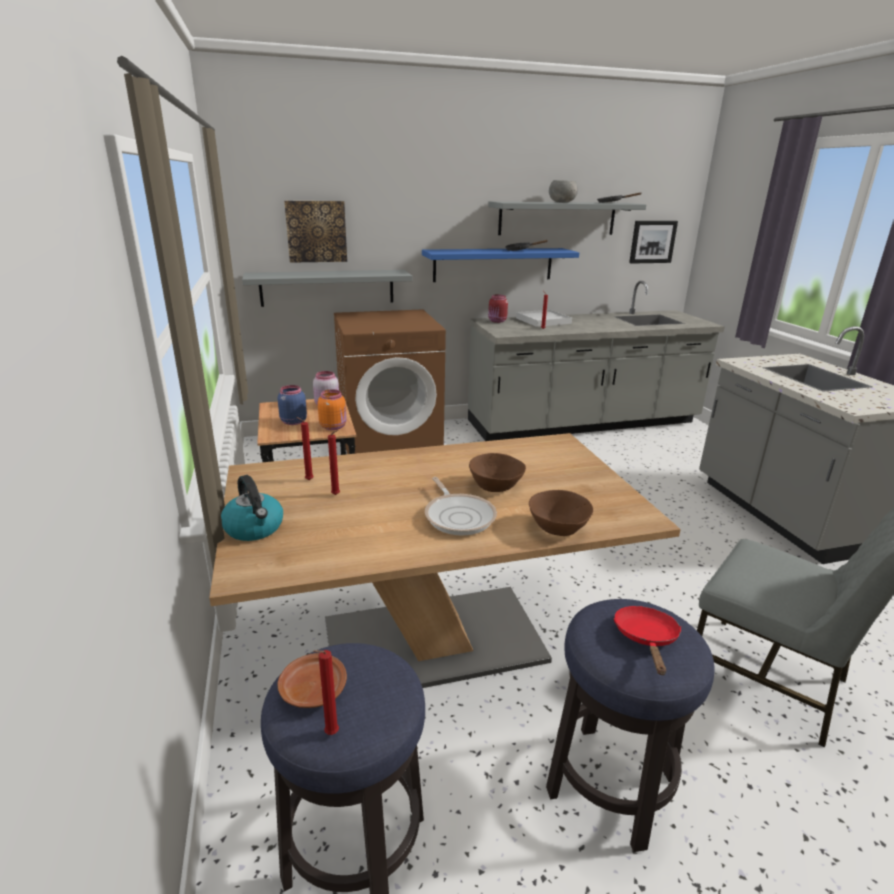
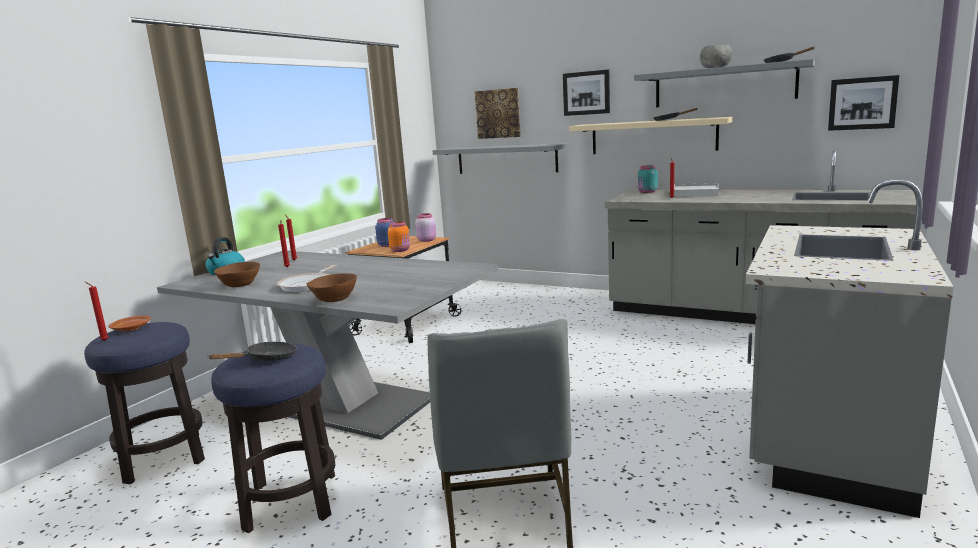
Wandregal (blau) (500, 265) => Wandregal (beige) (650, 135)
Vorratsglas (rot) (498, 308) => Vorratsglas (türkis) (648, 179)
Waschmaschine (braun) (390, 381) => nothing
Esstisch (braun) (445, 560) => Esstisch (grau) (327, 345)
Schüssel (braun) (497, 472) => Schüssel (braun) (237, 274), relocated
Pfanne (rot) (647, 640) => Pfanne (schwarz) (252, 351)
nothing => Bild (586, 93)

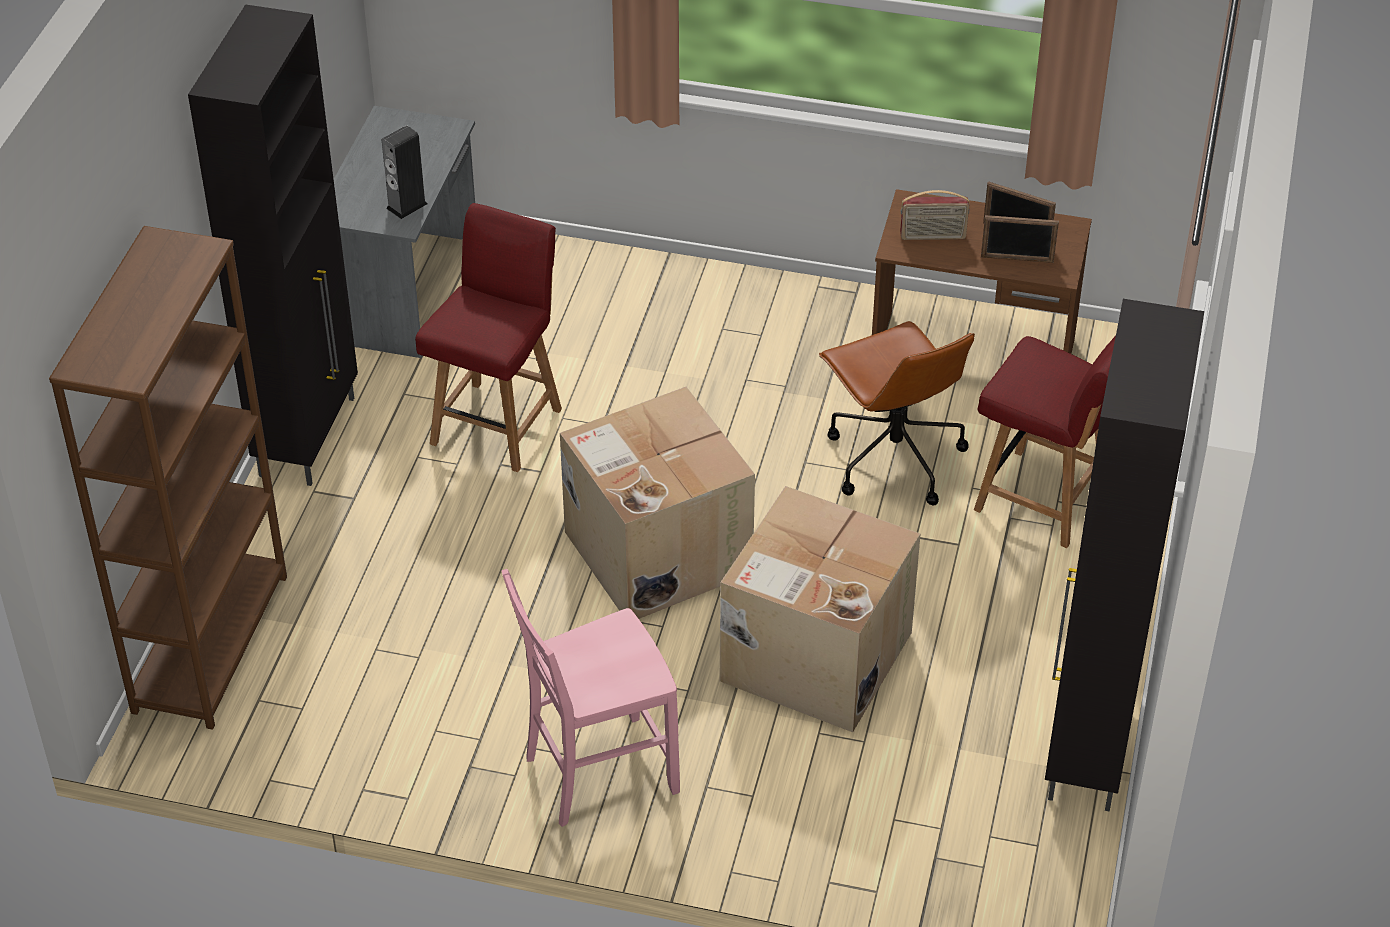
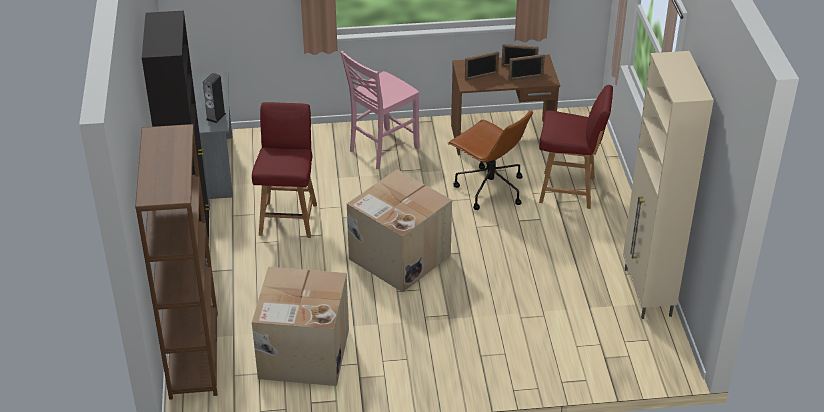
Radio (935, 215) => Bilderrahmen (482, 66)
Schrank (schwarz) (1124, 555) => Schrank (beige) (668, 185)
Karton (820, 609) => Karton (300, 326), relocated
Stuhl (rosa) (591, 698) => Stuhl (rosa) (380, 110), relocated

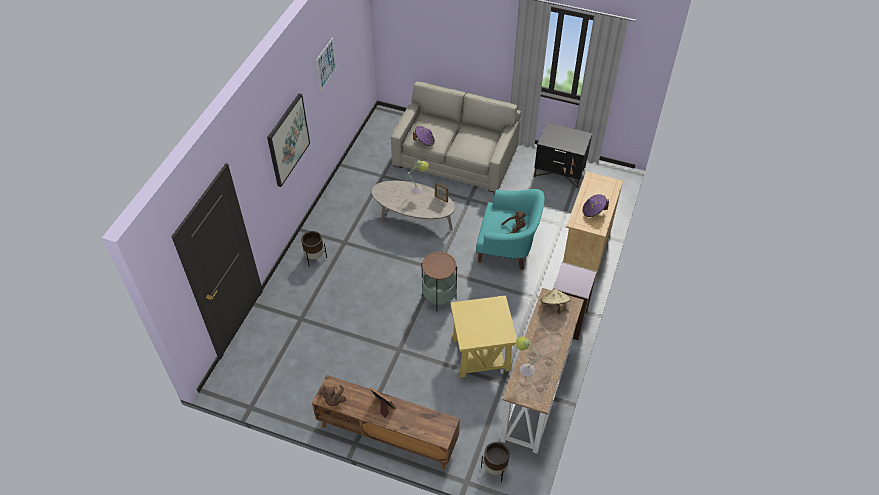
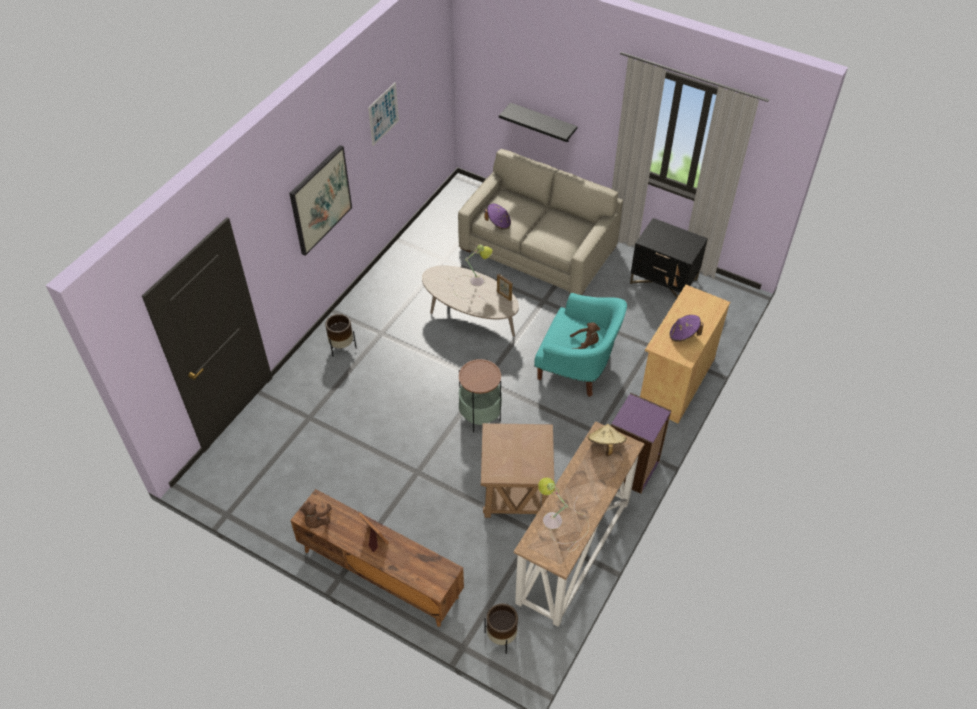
Beistelltisch (gelb) (483, 336) => Beistelltisch (braun) (517, 470)
nothing => Wandregal (schwarz) (538, 122)

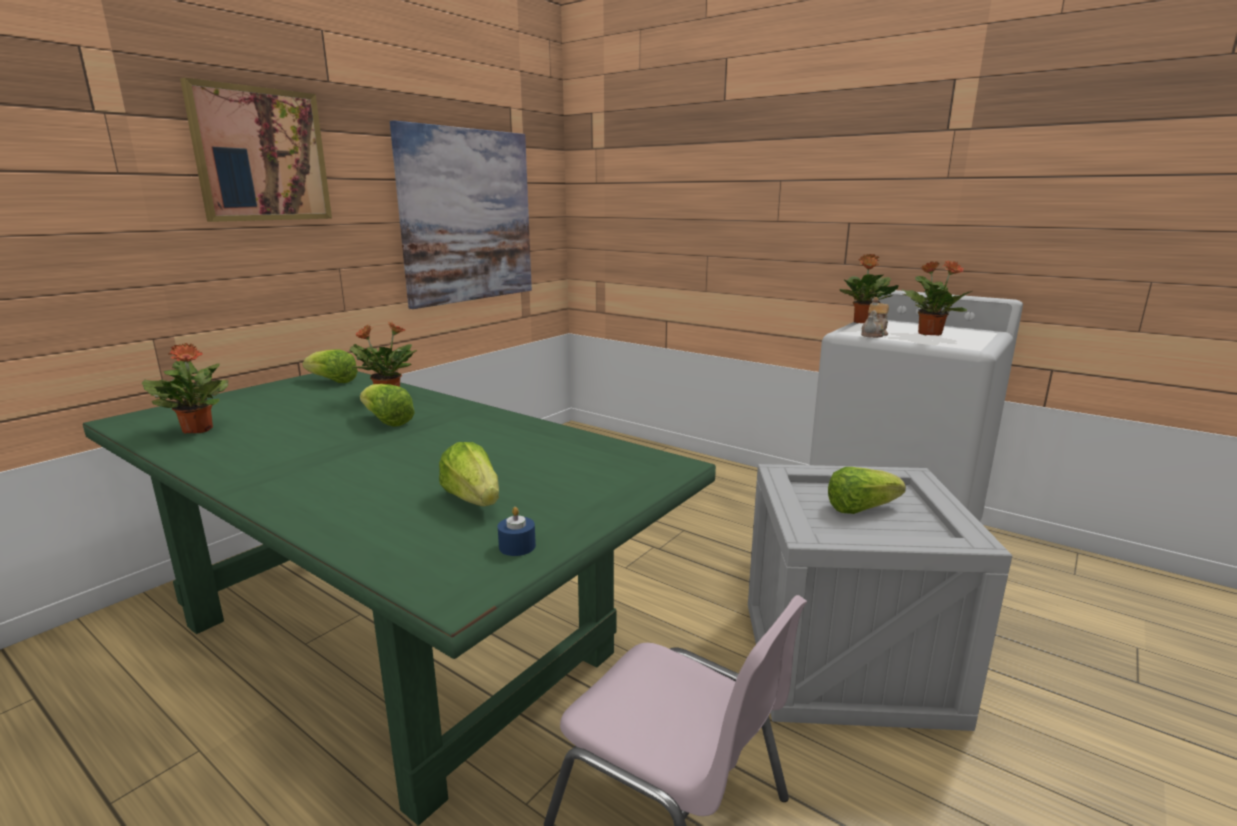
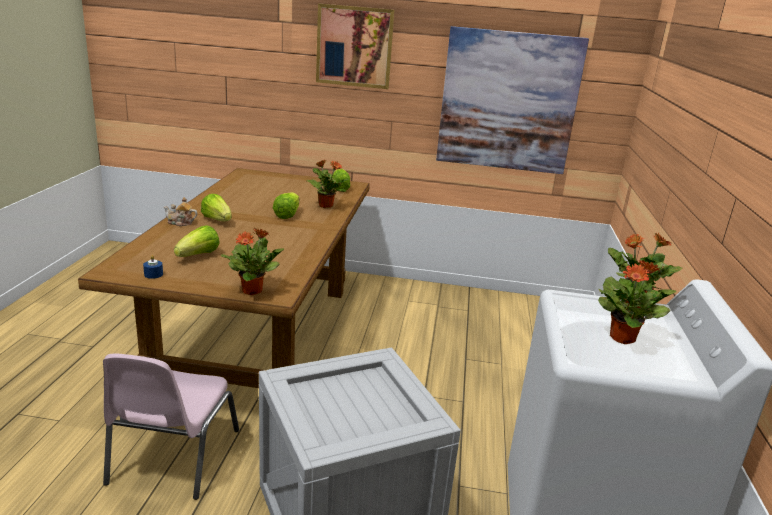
Teekanne (875, 317) => Teekanne (181, 211), relocated
Topfpflanze (185, 388) => Topfpflanze (252, 261), relocated
Esstisch (grün) (399, 598) => Esstisch (braun) (224, 278)
Salatkopf (867, 490) => Salatkopf (216, 207), relocated

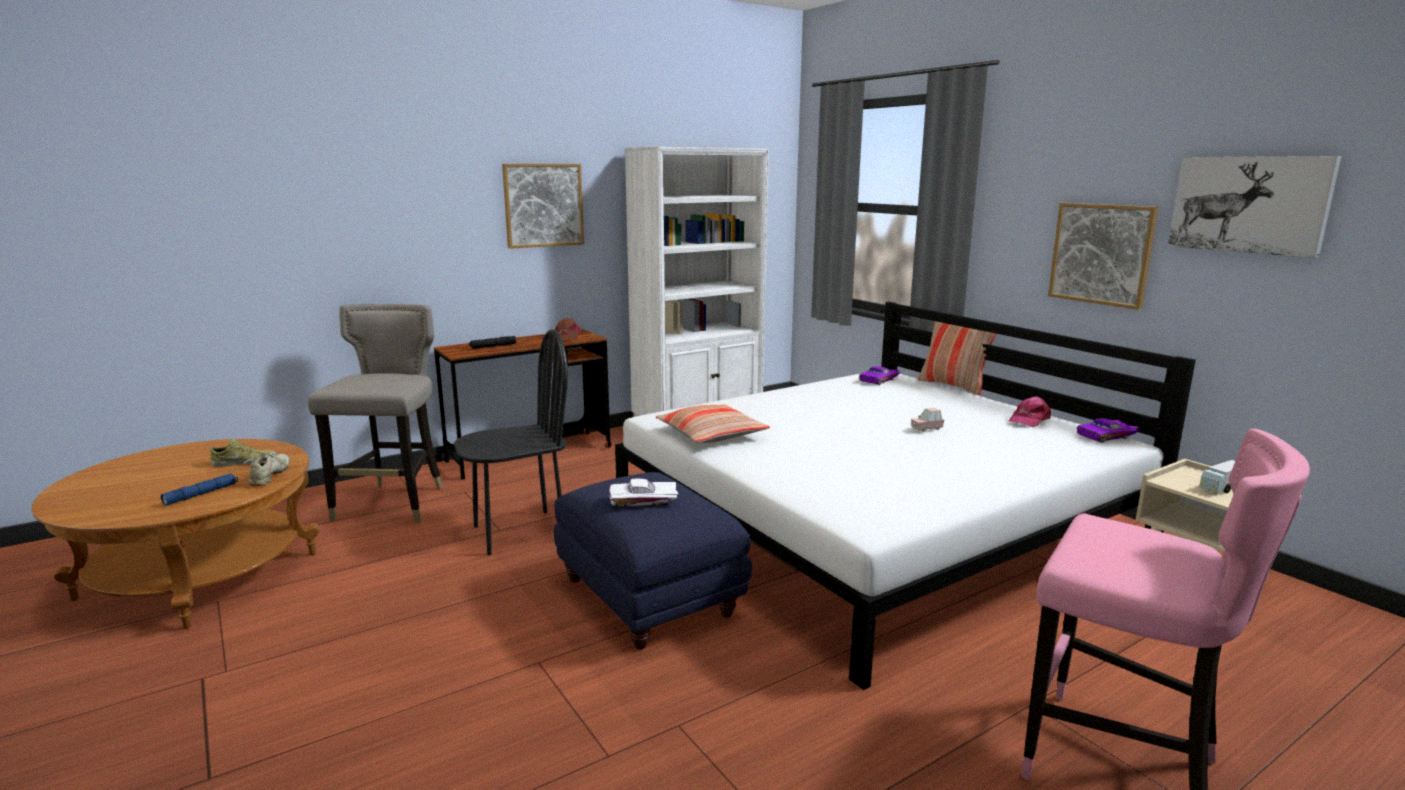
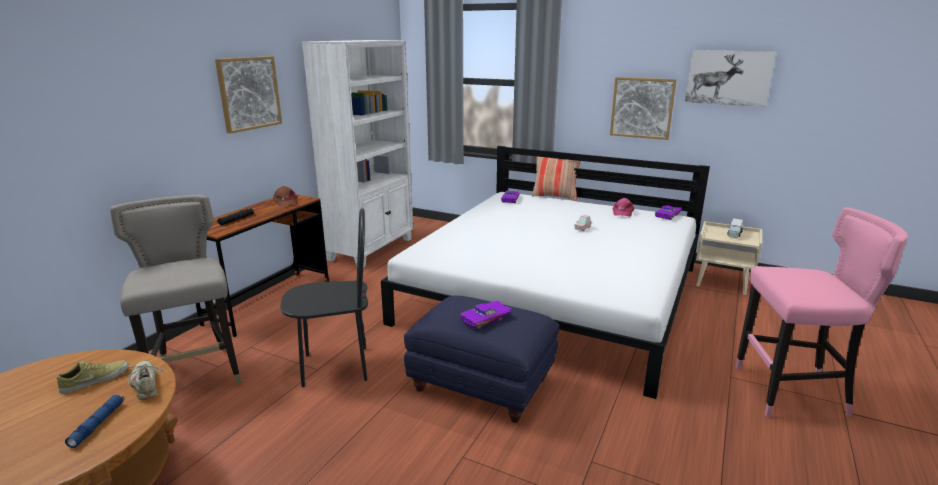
Stuhl (schwarz) (511, 442) => Stuhl (schwarz) (324, 297), 45 degrees clockwise
Kissen (713, 423) => nothing
Spielzeugauto (weiß) (644, 493) => Spielzeugauto (lila) (486, 314)

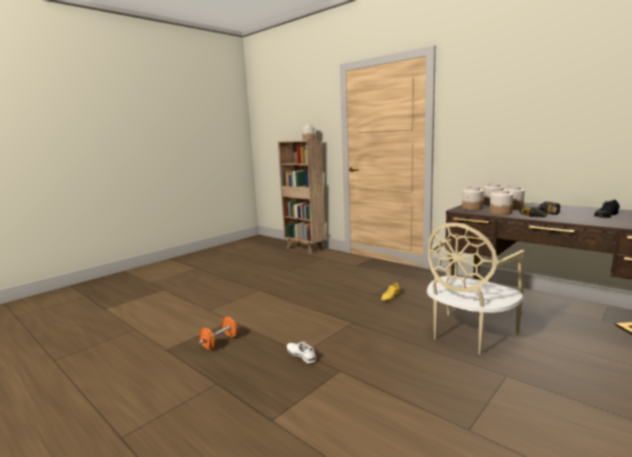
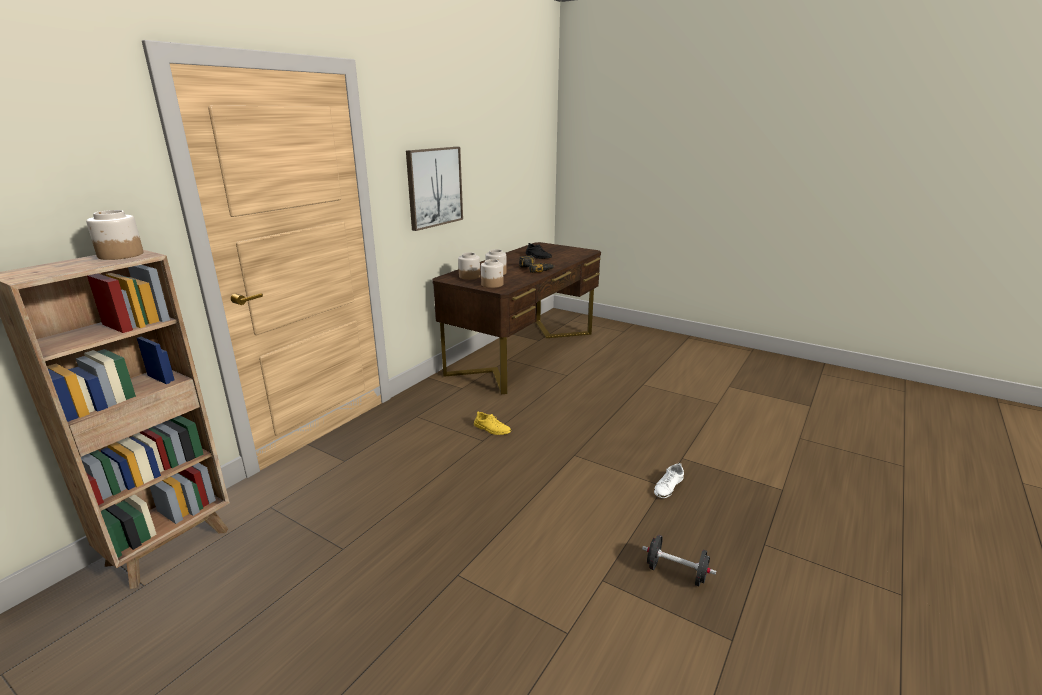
Vorratsglas (501, 202) => nothing
Stuhl (beige) (476, 289) => nothing
Hantel (orange) (218, 333) => Hantel (schwarz) (679, 560)
nothing => Bild (434, 189)

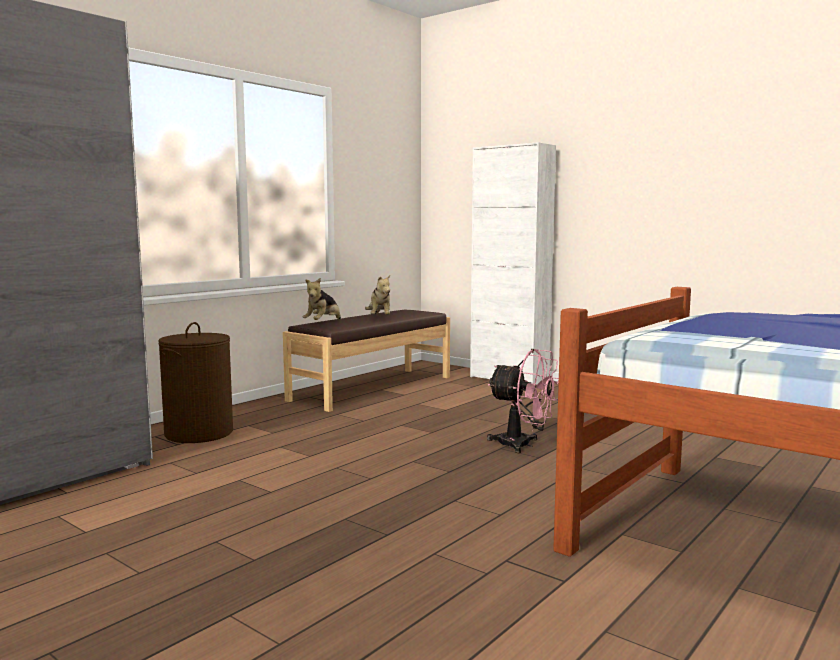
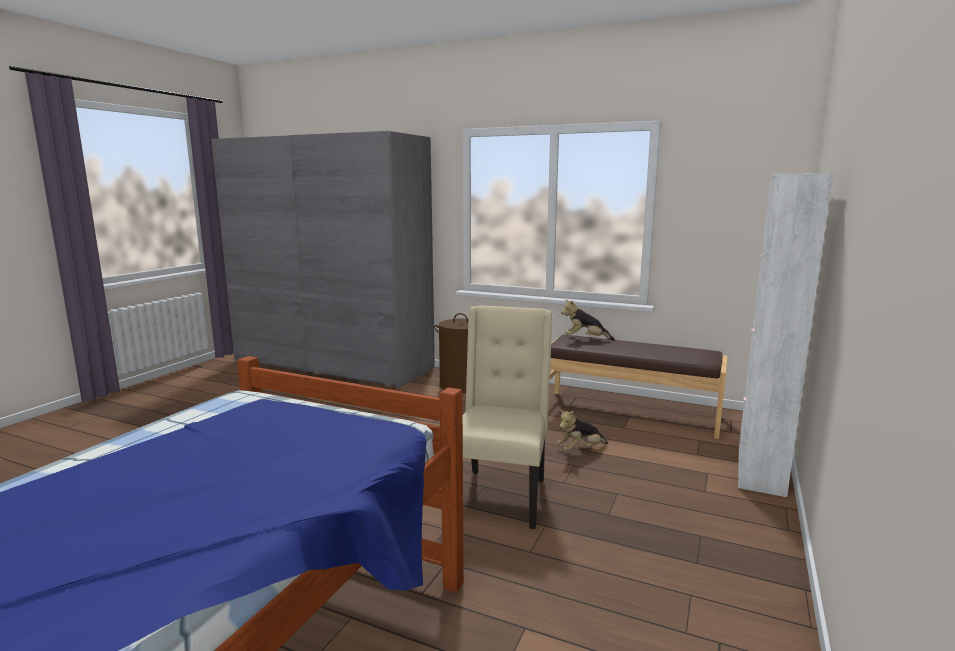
Plüschtier (377, 295) => Plüschtier (582, 430), relocated
Ventilator (rosa) (523, 401) => Stuhl (beige) (508, 417)

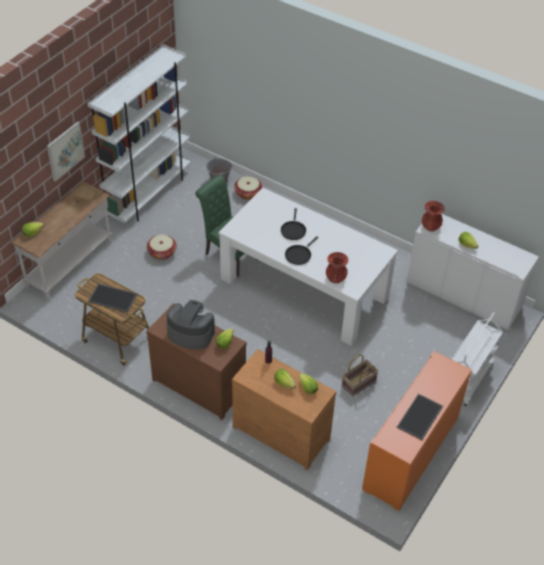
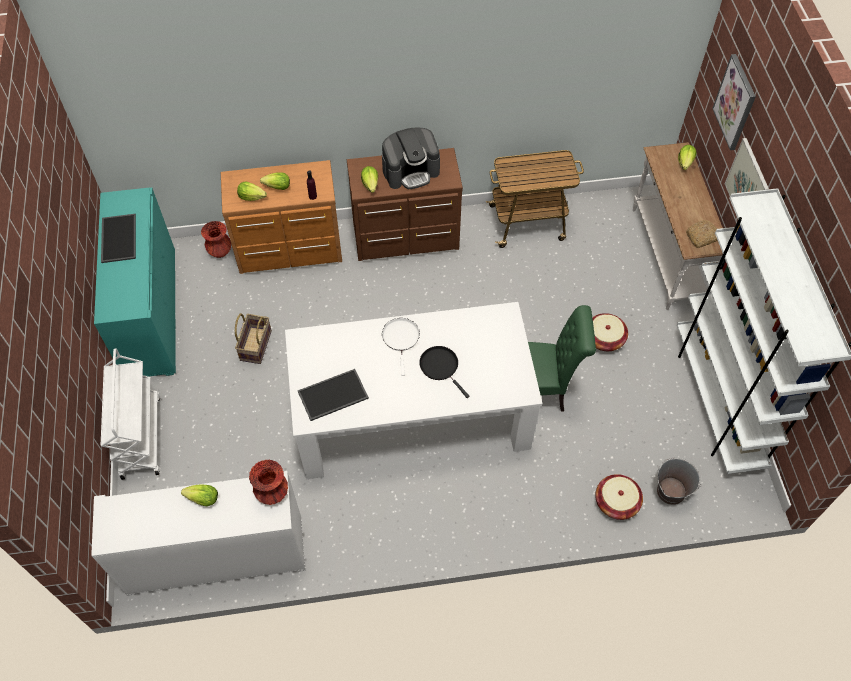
Pfanne (schwarz) (301, 250) => Pfanne (weiß) (401, 347)
Vase (rot) (337, 267) => Vase (rot) (216, 239), relocated
Tablett (112, 297) => Tablett (333, 395), relocated
Schrank (orange) (417, 431) => Schrank (türkis) (135, 282)
nothing => Bild (734, 102)

